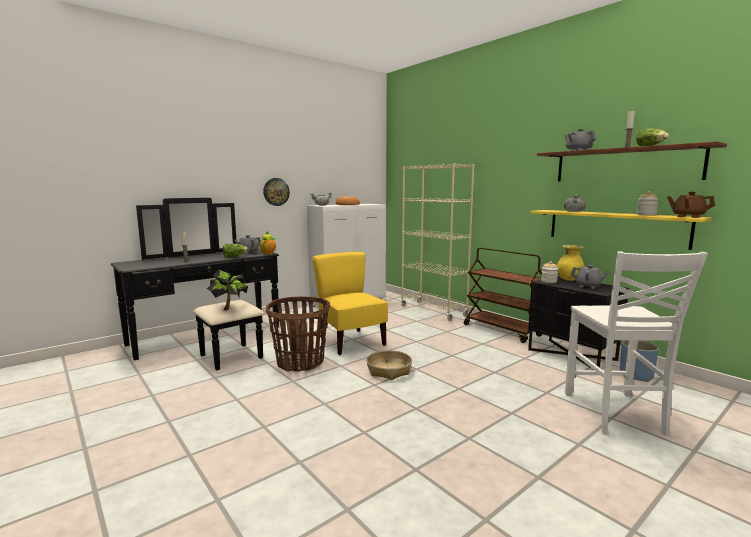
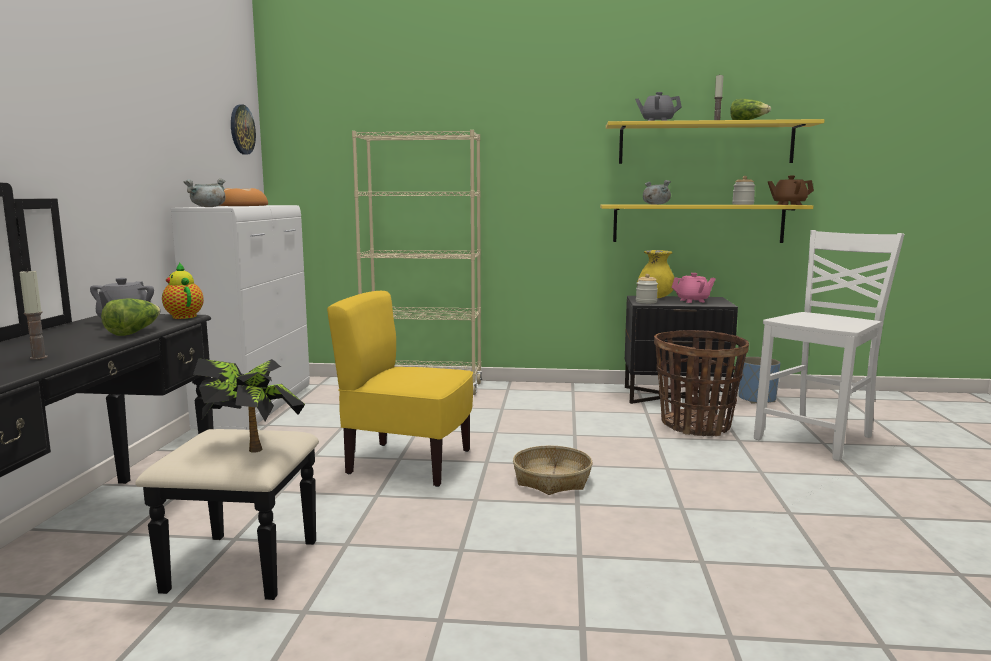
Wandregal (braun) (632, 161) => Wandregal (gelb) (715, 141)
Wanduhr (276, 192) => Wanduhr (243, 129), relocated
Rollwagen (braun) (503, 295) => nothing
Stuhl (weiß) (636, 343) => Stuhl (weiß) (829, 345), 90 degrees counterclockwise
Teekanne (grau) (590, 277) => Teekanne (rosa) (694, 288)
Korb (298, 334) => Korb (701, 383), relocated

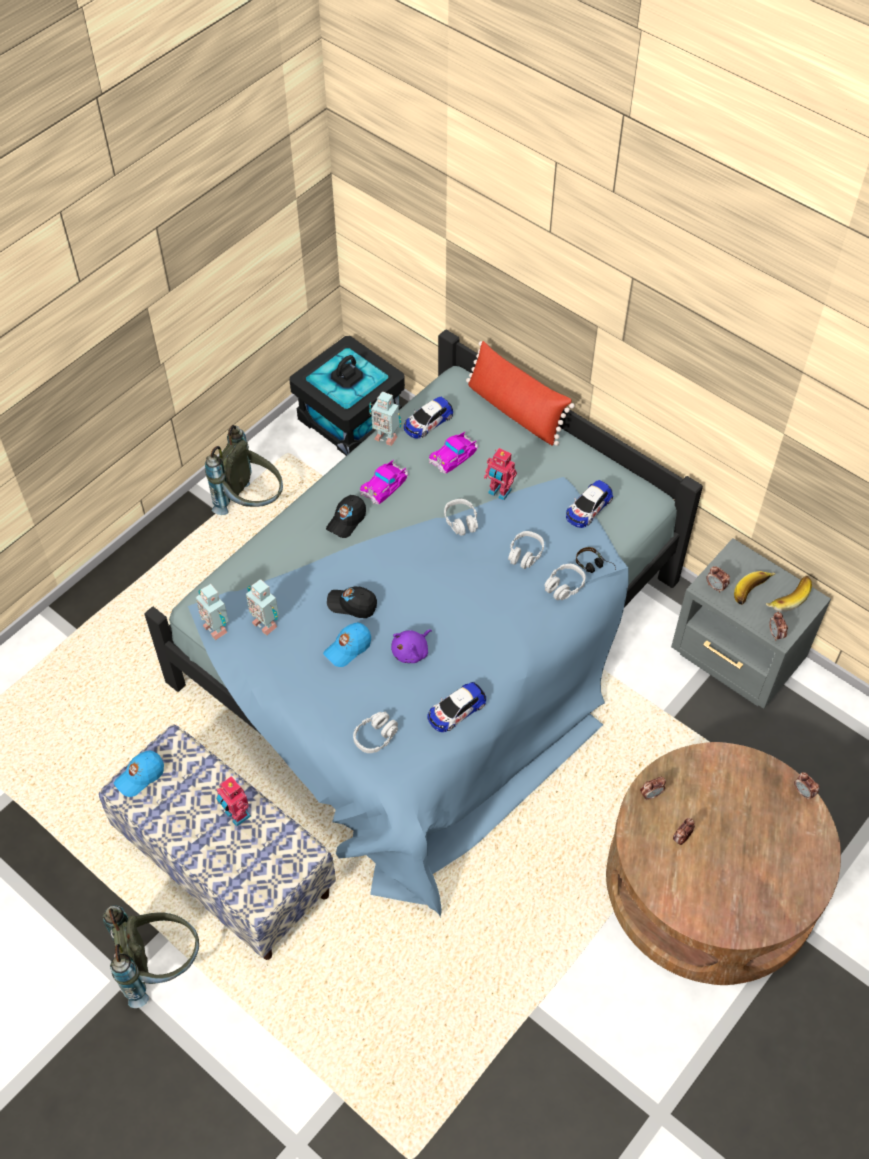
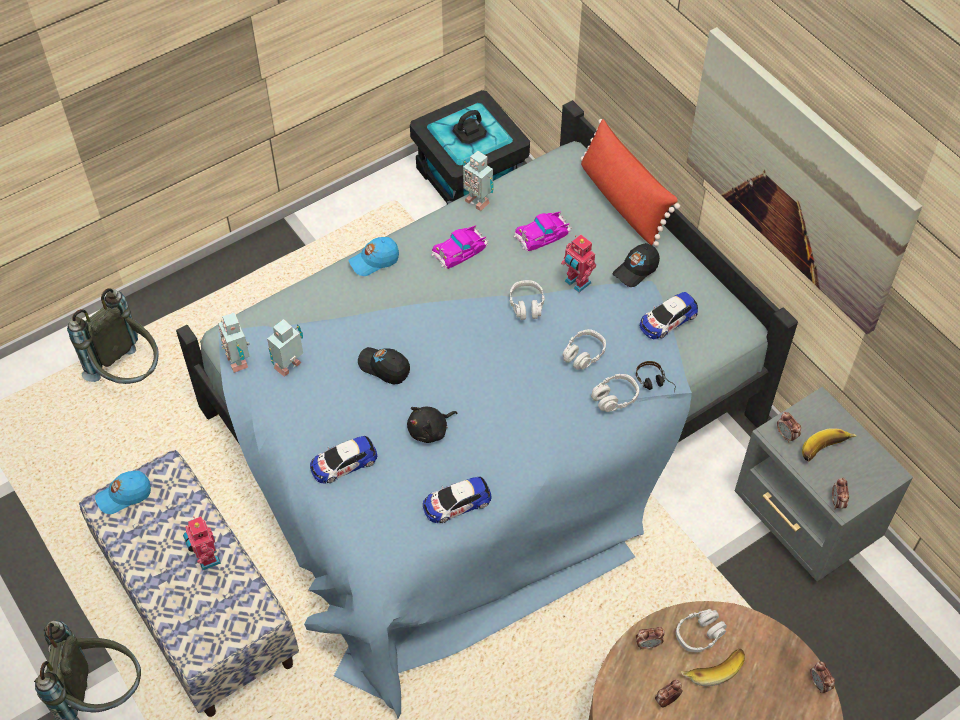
Spielzeugauto (428, 418) => Spielzeugauto (343, 460), relocated
Rucksack (grau) (244, 470) => Rucksack (grau) (113, 336), relocated
Kappe (schwarz) (346, 516) => Kappe (schwarz) (636, 265), relocated
Banane (789, 594) => Banane (713, 667), relocated
Spielzeugroboter (262, 607) => Spielzeugroboter (285, 348), 75 degrees clockwise
Kappe (blau) (347, 644) => Kappe (blau) (373, 256), relocated
Plüschtier (lila) (411, 646) => Plüschtier (schwarz) (432, 425)
Kopfhörer (grau) (375, 732) => Kopfhörer (grau) (701, 630), relocated
nothing => Bild (805, 180)

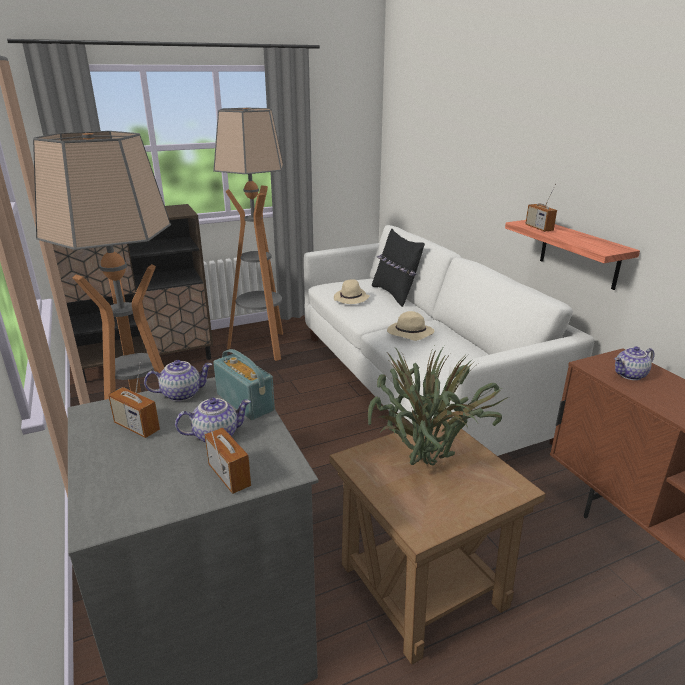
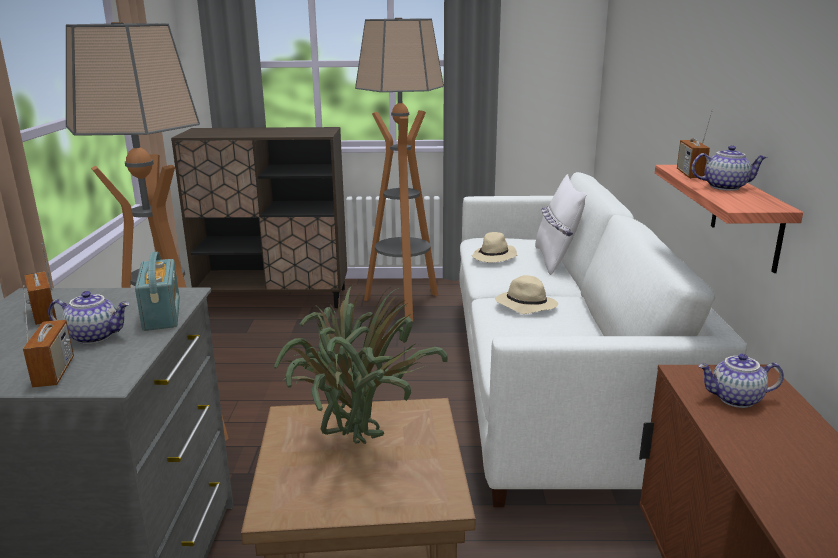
Kissen (schwarz) (398, 268) => Kissen (weiß) (561, 224)
Teekanne (178, 381) => Teekanne (730, 168), relocated

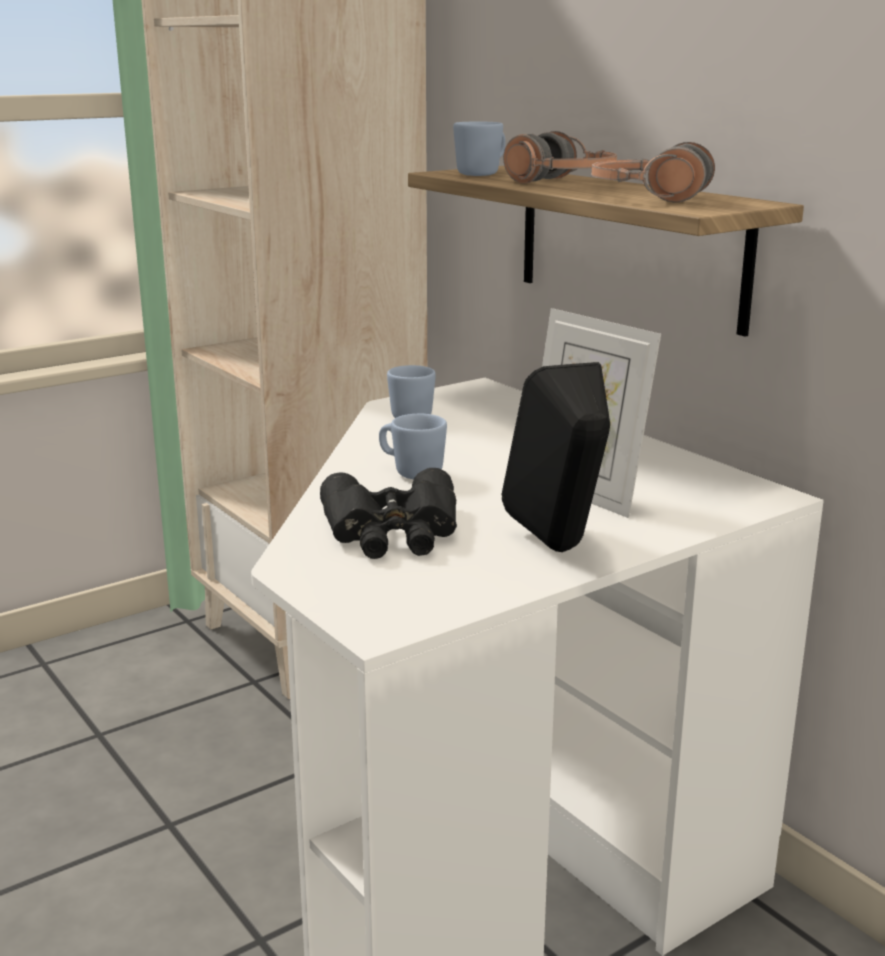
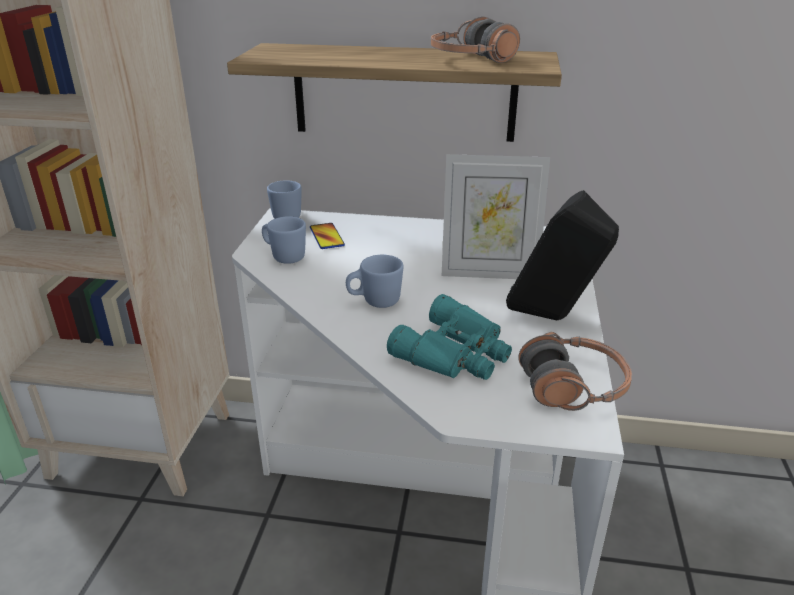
Henkelbecher (blau) (479, 149) => Henkelbecher (blau) (284, 199), relocated
Kopfhörer (560, 157) => Kopfhörer (575, 371), relocated
Fernglas (schwarz) (388, 513) => Fernglas (türkis) (449, 337)
nothing => Handy (327, 236)

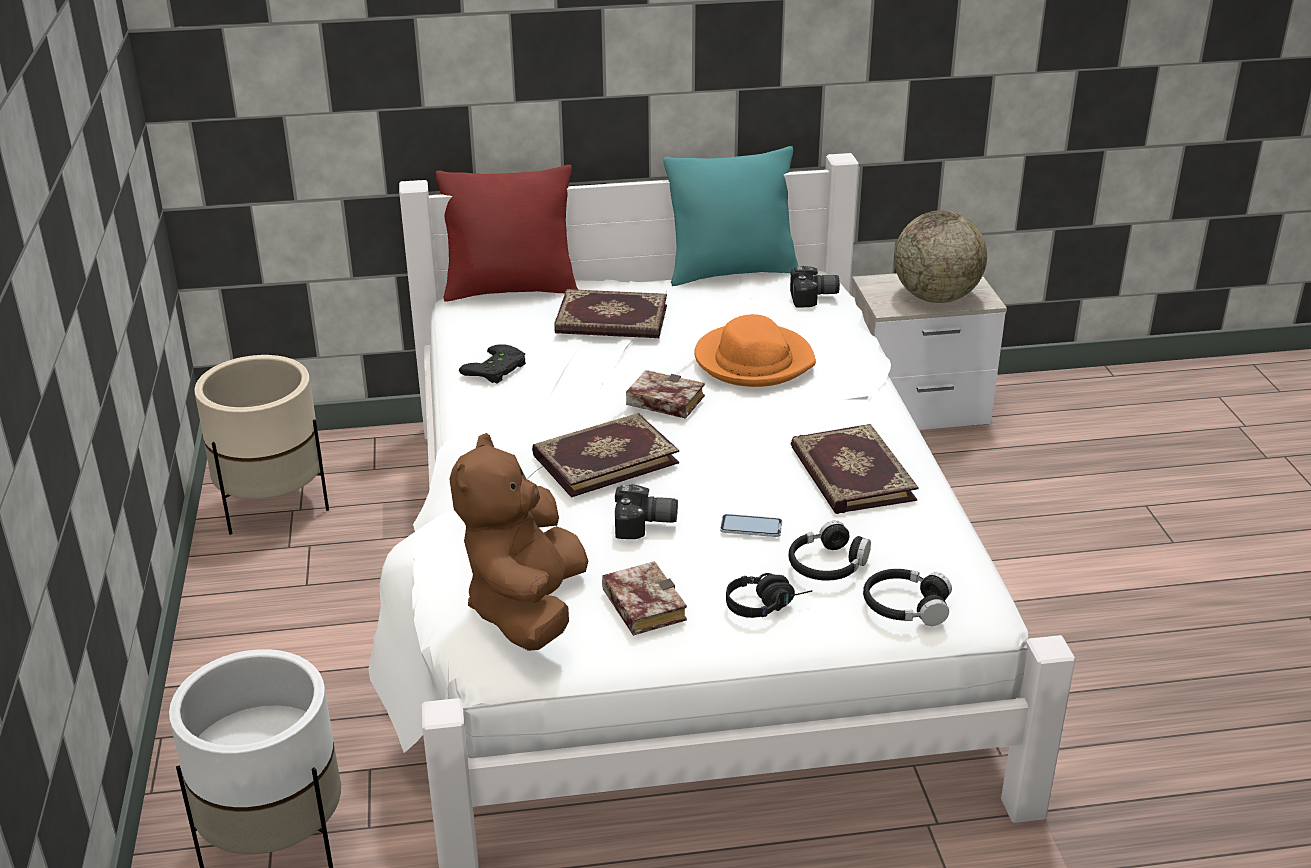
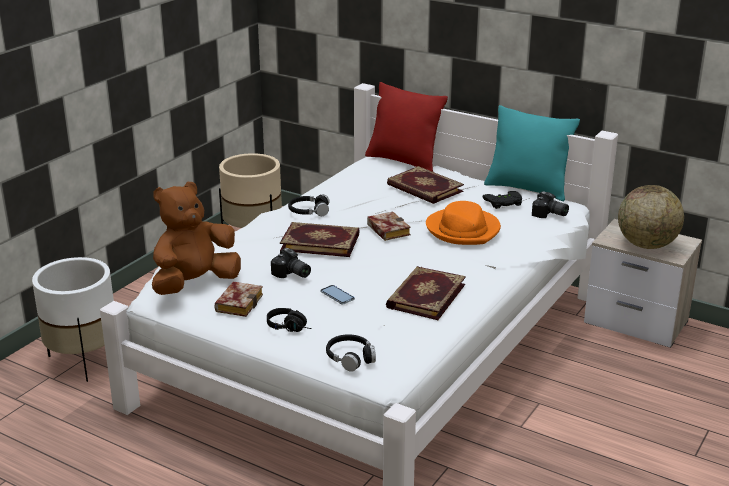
Gamepad (schwarz) (492, 364) => Gamepad (schwarz) (502, 200), relocated
Kopfhörer (schwarz) (829, 551) => Kopfhörer (schwarz) (309, 205), relocated

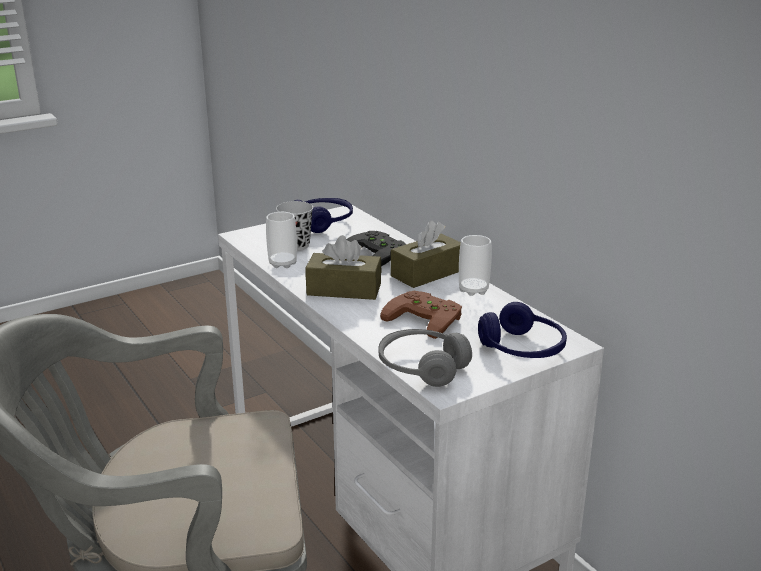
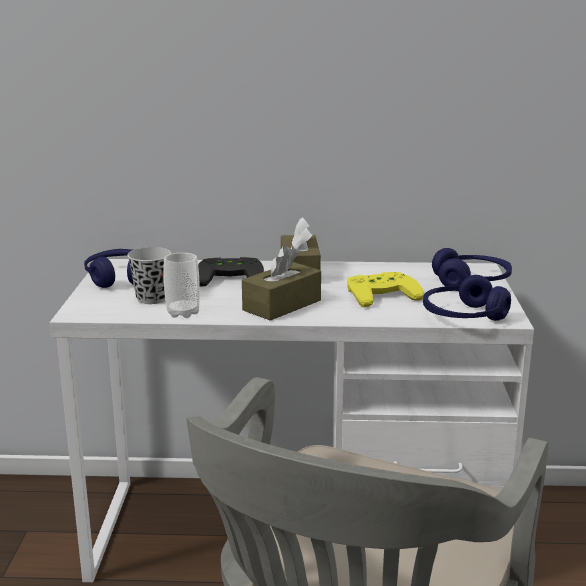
Tasse (475, 265) => nothing
Gamepad (braun) (421, 315) => Gamepad (gelb) (385, 289)
Kopfhörer (grau) (425, 358) => Kopfhörer (blau) (467, 298)

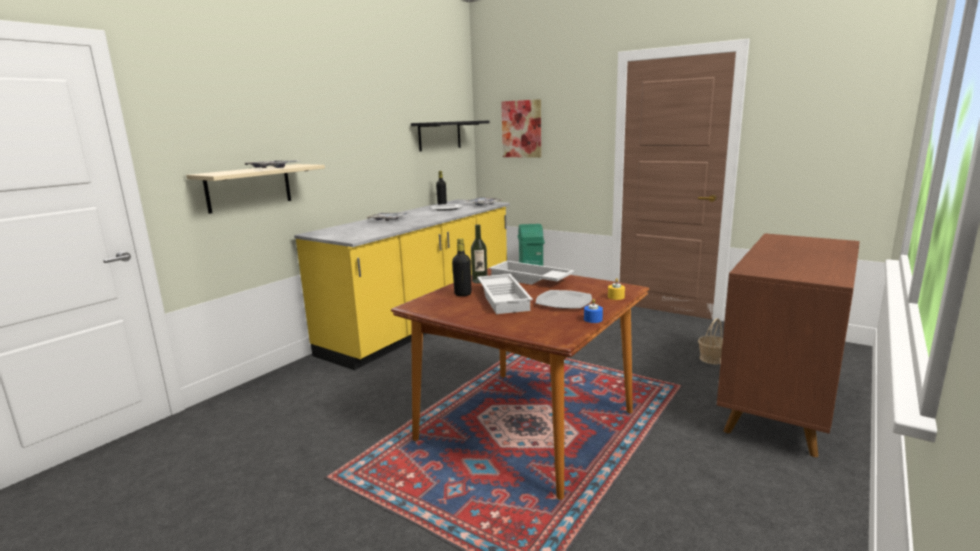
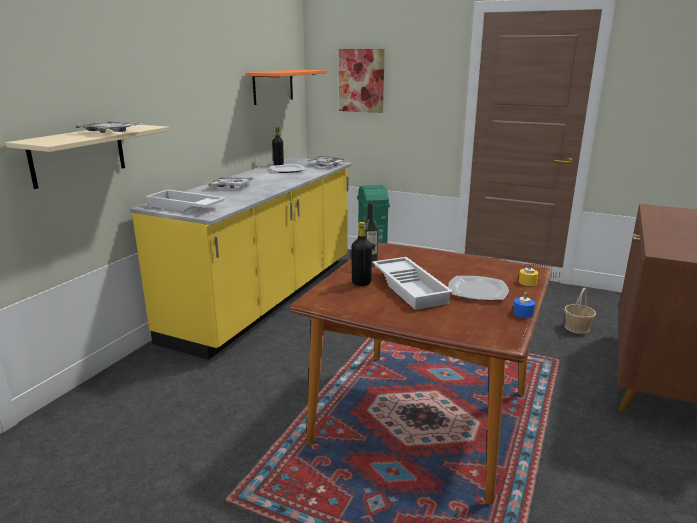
Wandregal (schwarz) (450, 136) => Wandregal (orange) (286, 87)
Tablett (weiß) (531, 273) => Tablett (weiß) (185, 201), relocated

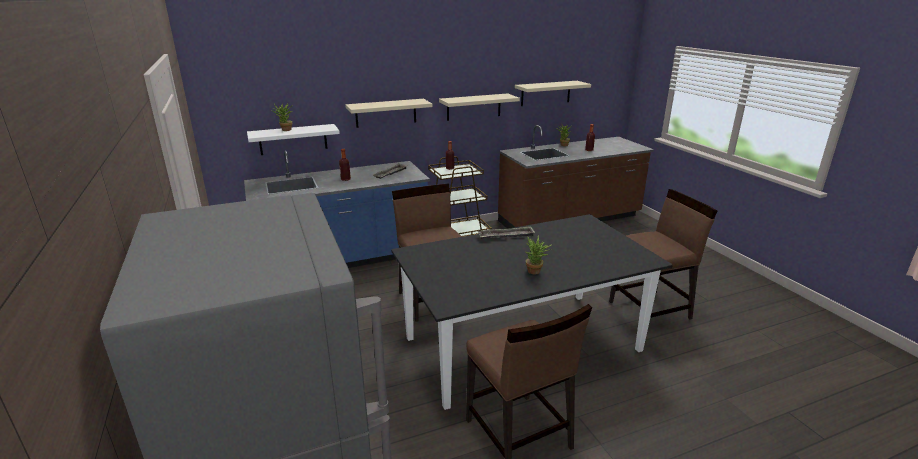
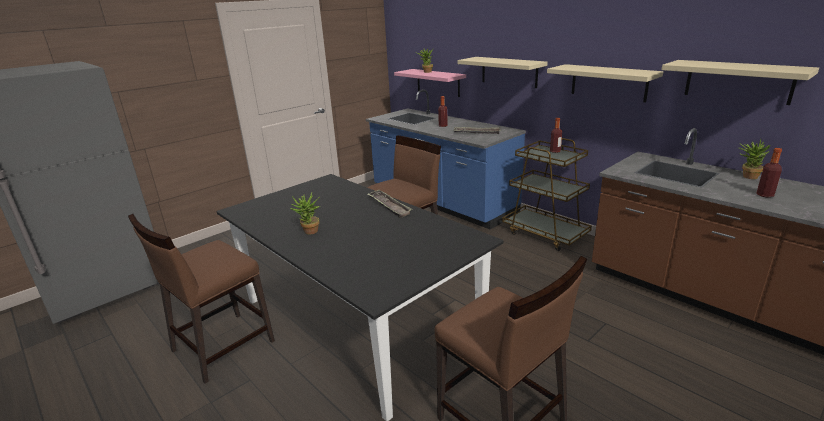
Wandregal (weiß) (293, 139) => Wandregal (rosa) (430, 83)

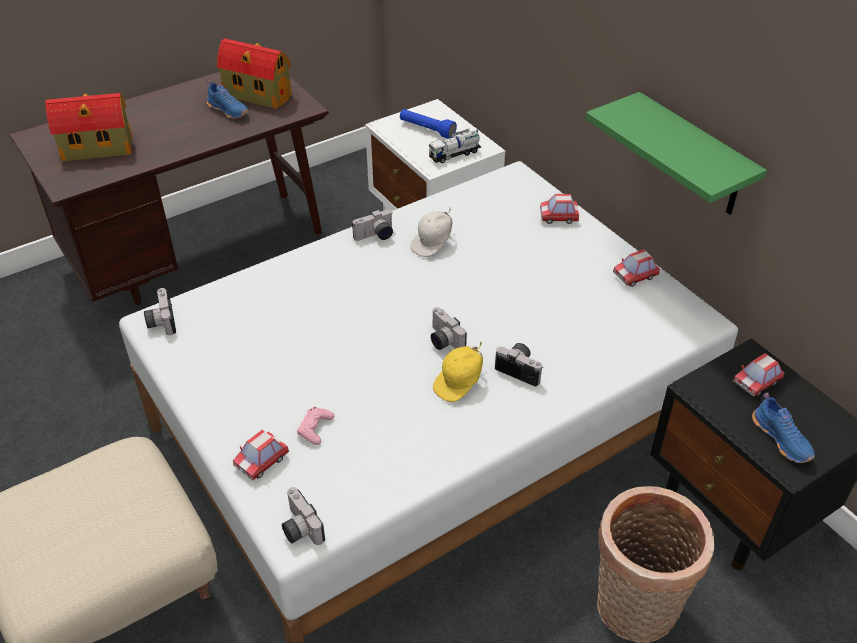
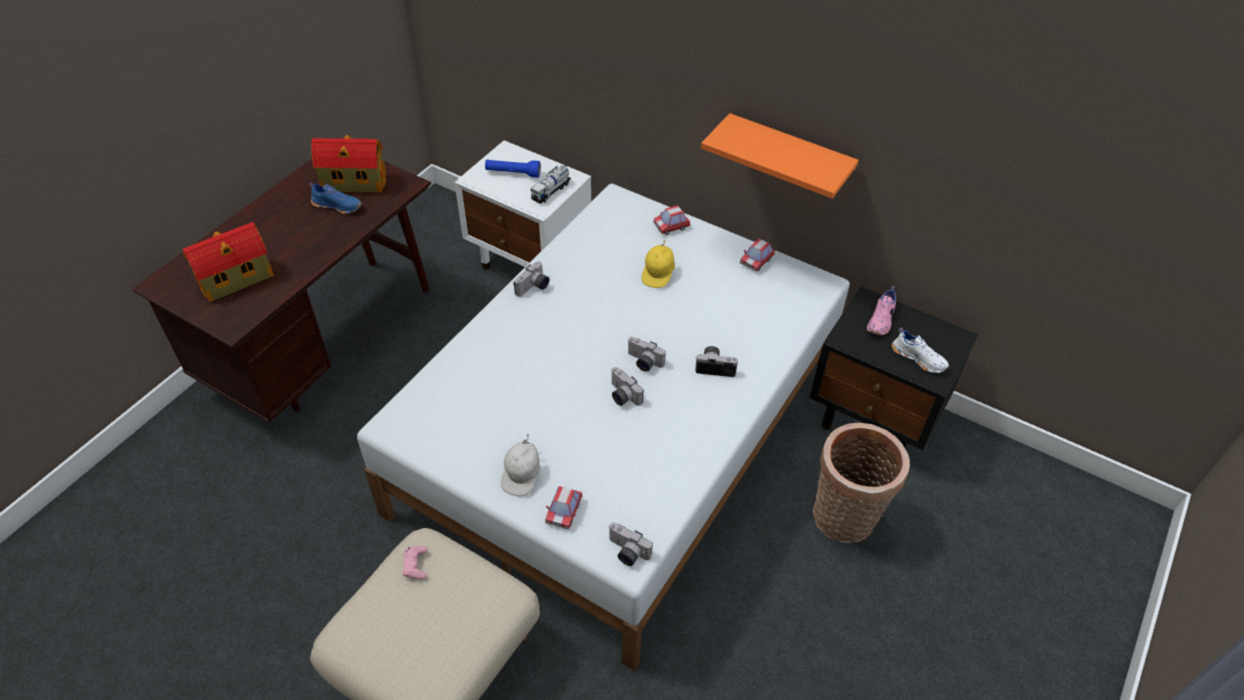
Wandregal (grün) (676, 153) => Wandregal (orange) (780, 156)
Kappe (weiß) (431, 233) => Kappe (weiß) (520, 465), relocated
Kamera (160, 311) => Kamera (627, 386), relocated
Kappe (gelb) (458, 371) => Kappe (gelb) (658, 263), relocated
Spielzeugauto (759, 375) => Schuh (rosa) (881, 310)
Schuh (blau) (783, 427) => Schuh (weiß) (920, 350)
Gamepad (rosa) (315, 426) => Gamepad (rosa) (415, 563), relocated

